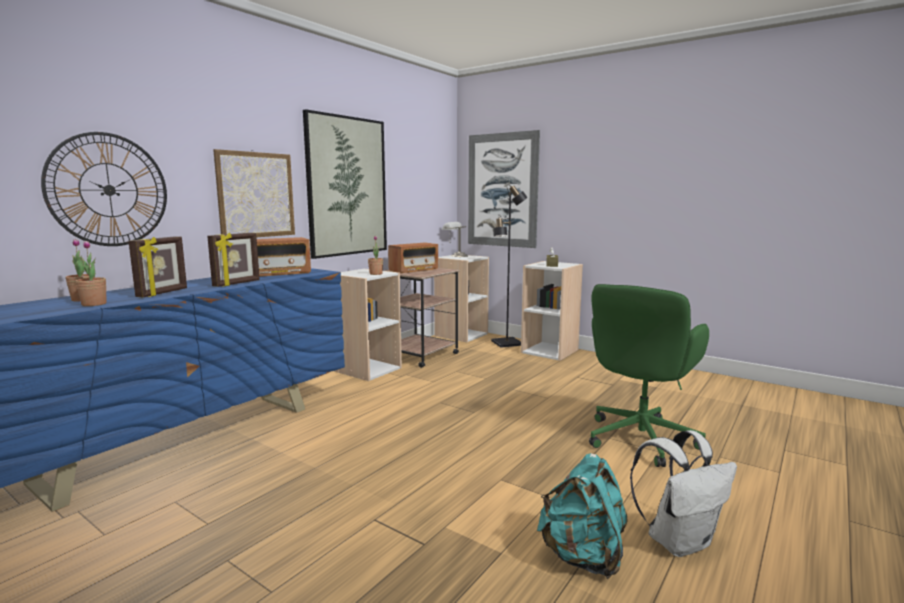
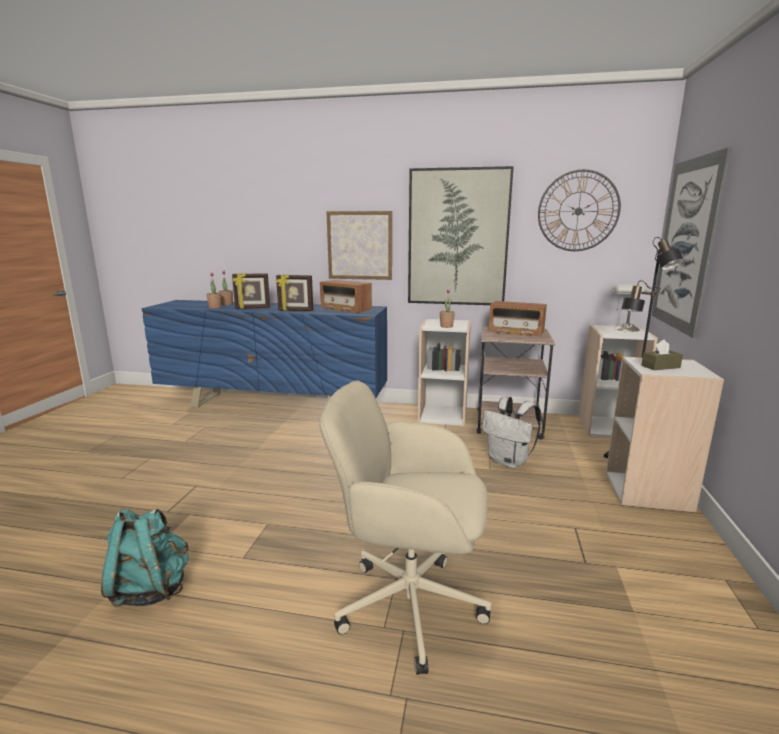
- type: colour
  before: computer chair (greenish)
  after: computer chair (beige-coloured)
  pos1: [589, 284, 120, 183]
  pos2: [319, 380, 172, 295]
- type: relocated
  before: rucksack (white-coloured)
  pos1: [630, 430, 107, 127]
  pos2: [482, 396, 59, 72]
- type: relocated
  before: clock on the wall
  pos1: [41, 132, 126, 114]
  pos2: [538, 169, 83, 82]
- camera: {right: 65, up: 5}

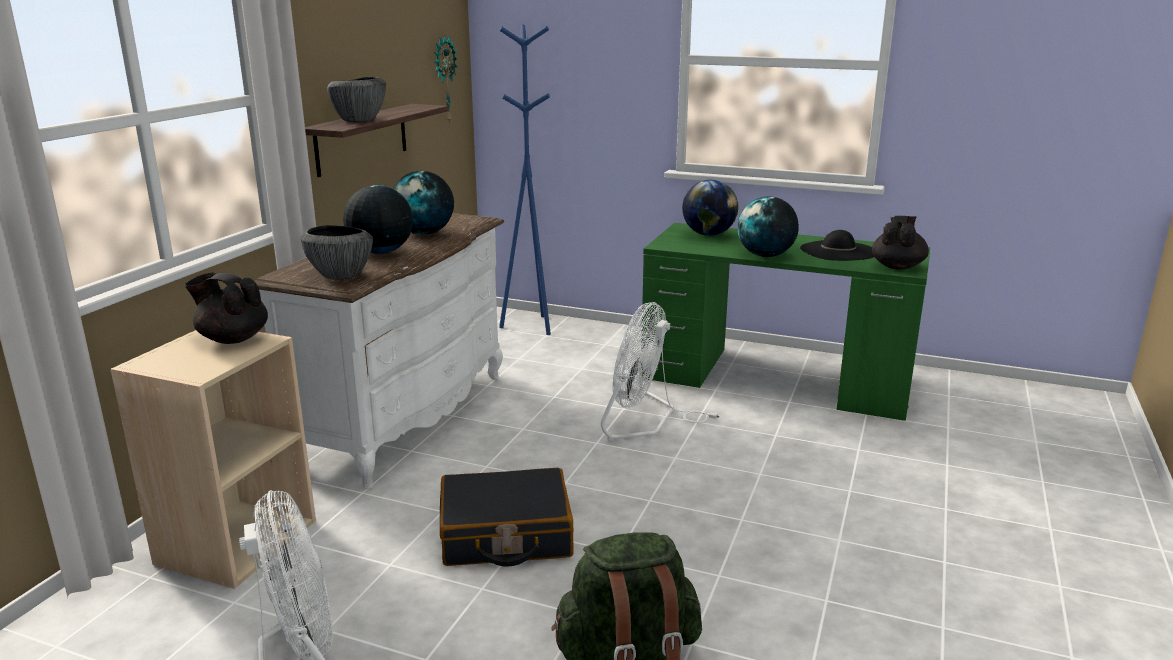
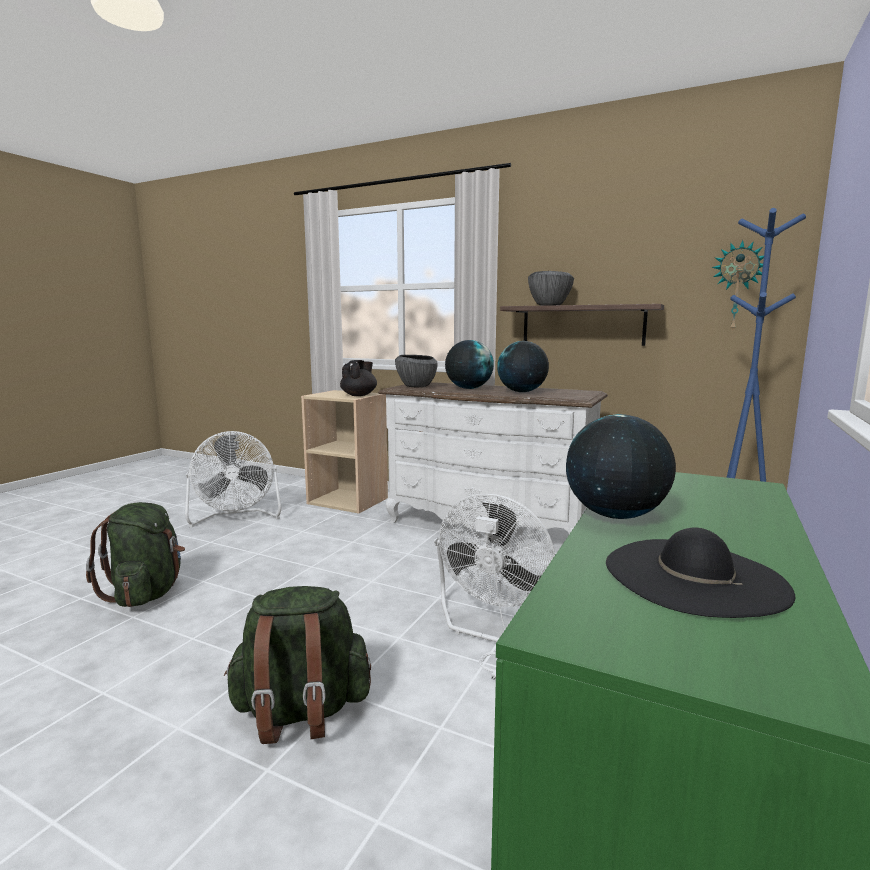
- type: appeared
  after: rucksack (greenish)
  pos2: [224, 586, 147, 158]
- type: missing
  before: piece of luggage (black-coloured)
  pos1: [440, 468, 134, 99]
- type: missing
  before: world globe
  pos1: [682, 180, 56, 56]
- type: missing
  before: tea pot (black-coloured)
  pos1: [872, 216, 57, 53]
- camera: {right: 95, up: -10}

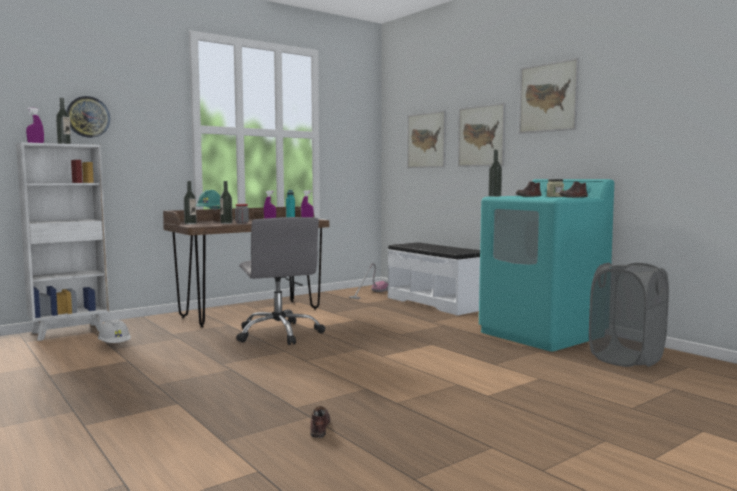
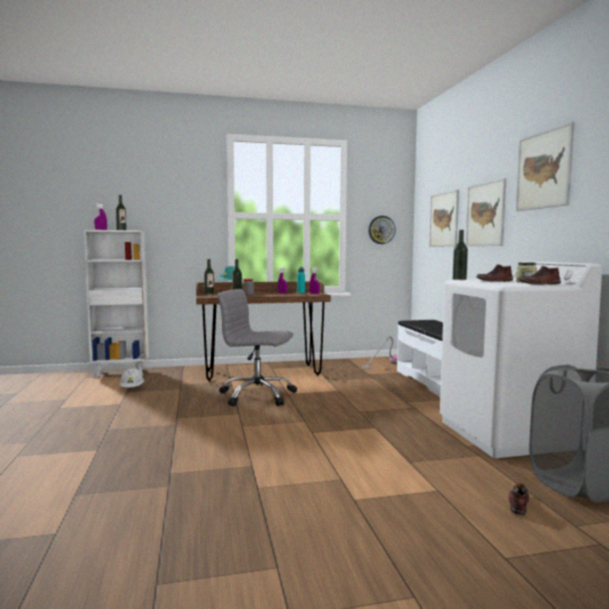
- type: spun
  before: computer chair (grey)
  pos1: [236, 217, 89, 128]
  pos2: [218, 289, 79, 117]
  turn: 105
- type: relocated
  before: clock on the wall
  pos1: [66, 96, 44, 42]
  pos2: [368, 216, 28, 28]
- type: colour
  before: laundry machine (turquoise-coloured)
  after: laundry machine (white-coloured)
  pos1: [479, 179, 135, 173]
  pos2: [440, 261, 162, 197]
- type: relocated
  before: shoe (brownish)
  pos1: [310, 406, 20, 32]
  pos2: [509, 483, 20, 33]
- camera: {right: 25, up: 0}

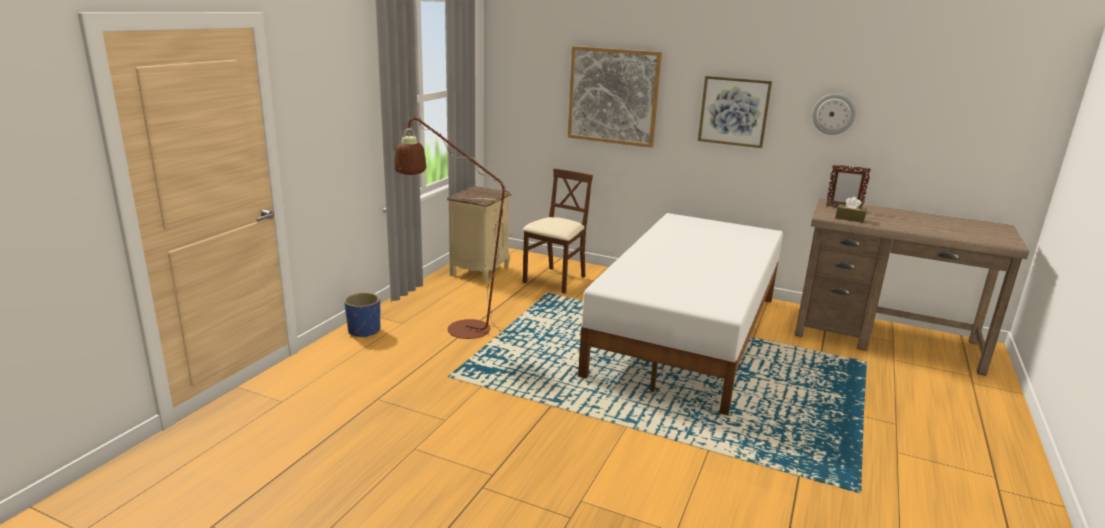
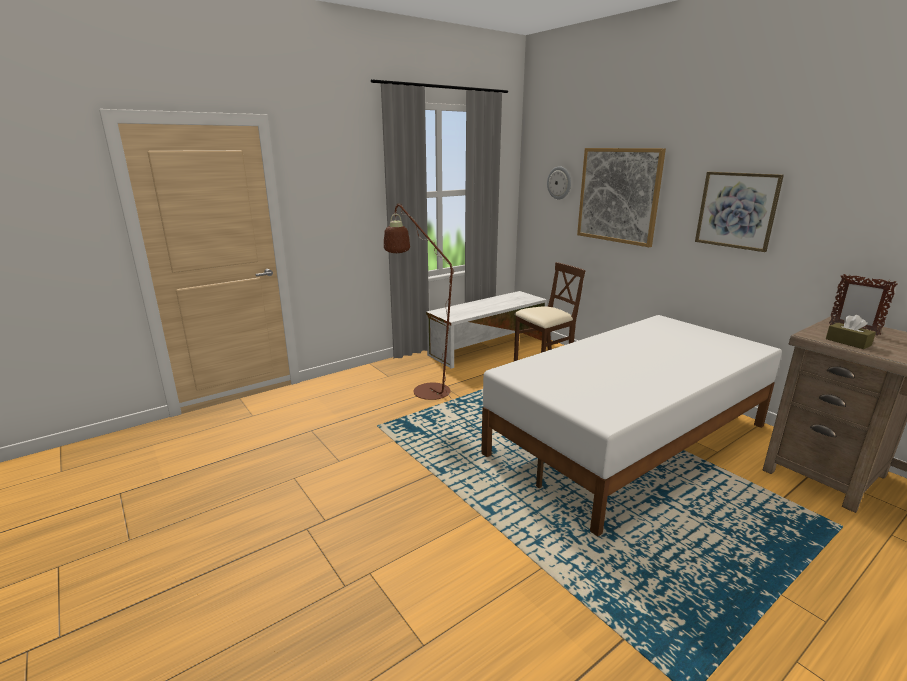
- type: exchanged
  before: bedside table (beige-coloured)
  after: bench (white-coloured)
  pos1: [447, 186, 66, 97]
  pos2: [426, 291, 121, 78]
- type: relocated
  before: clock on the wall
  pos1: [812, 94, 44, 41]
  pos2: [547, 166, 24, 33]
- type: missing
  before: plant pot (blue-coloured)
  pos1: [344, 292, 36, 46]
- camera: {right: 30, up: 0}

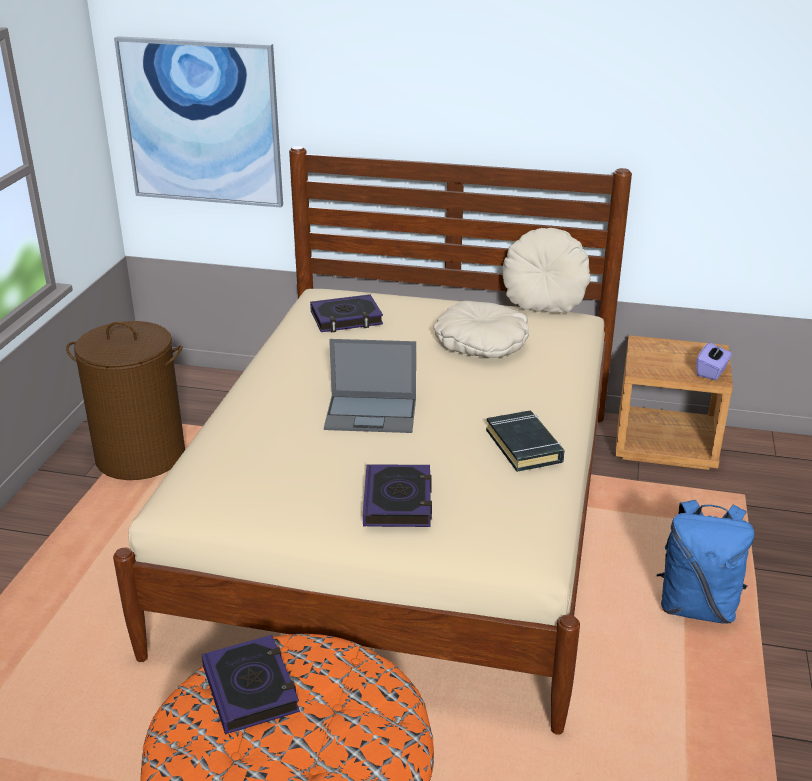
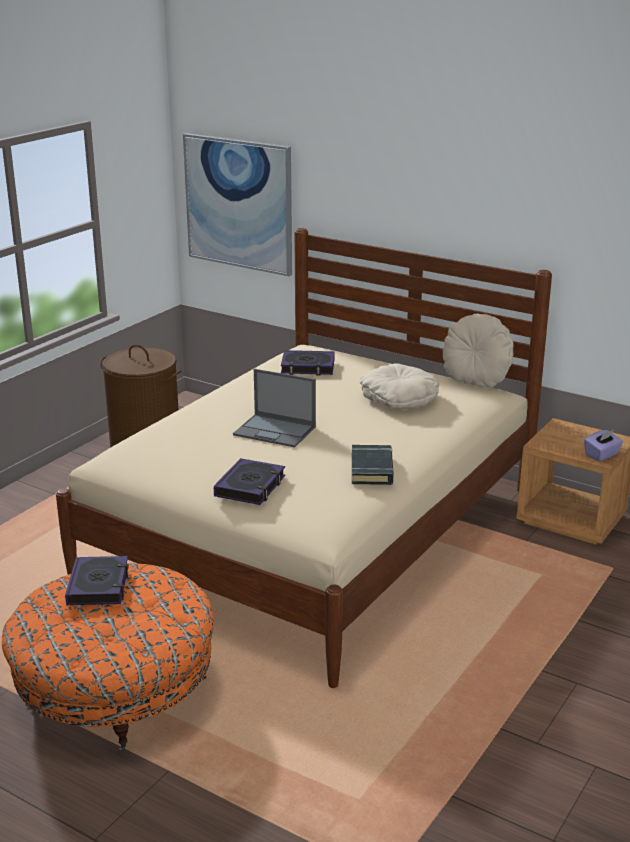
- type: missing
  before: rucksack (blue-coloured)
  pos1: [657, 500, 97, 124]
- camera: {right: 20, up: -5}

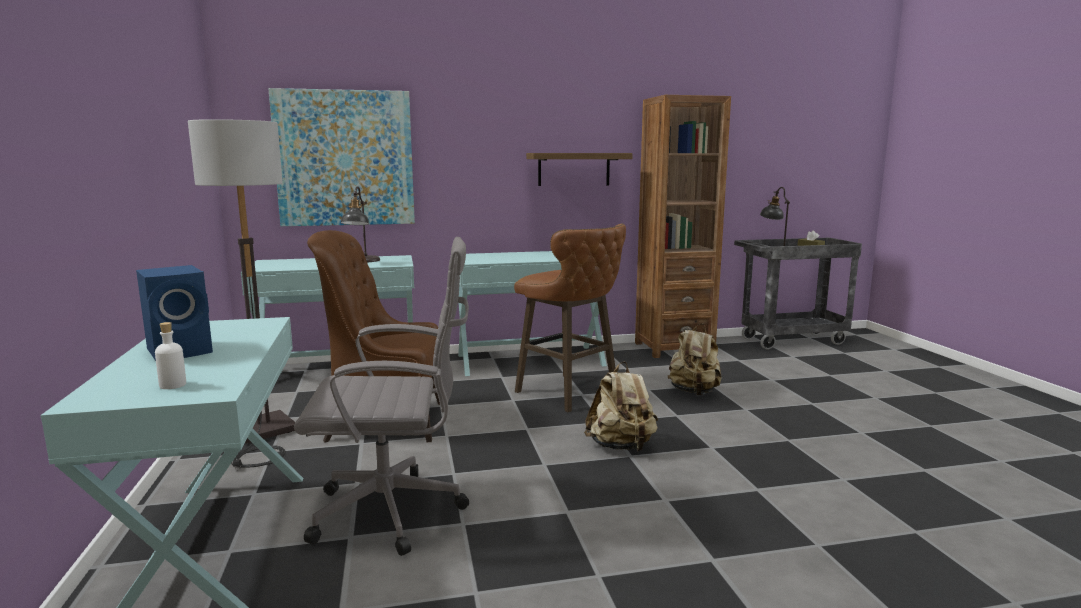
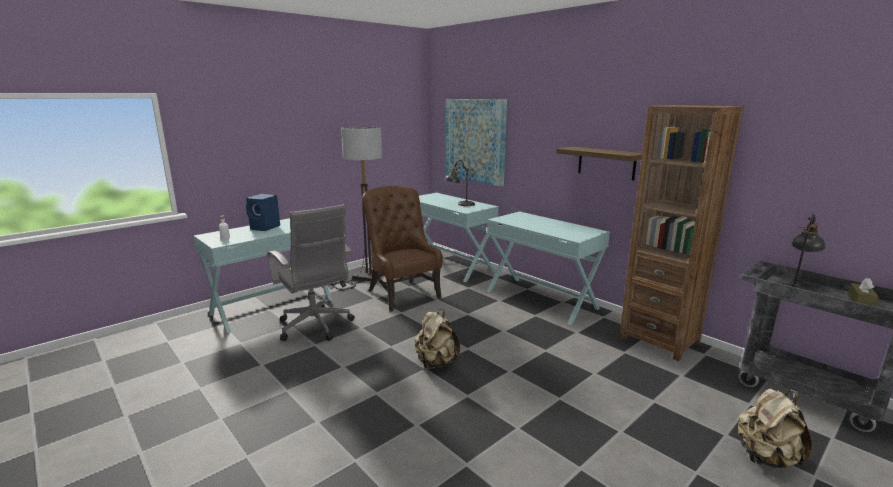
- type: relocated
  before: rucksack (beige-coloured)
  pos1: [668, 323, 54, 72]
  pos2: [738, 388, 74, 80]
- type: missing
  before: sitting stool (brownish)
  pos1: [514, 223, 112, 189]
- camera: {right: 60, up: 5}

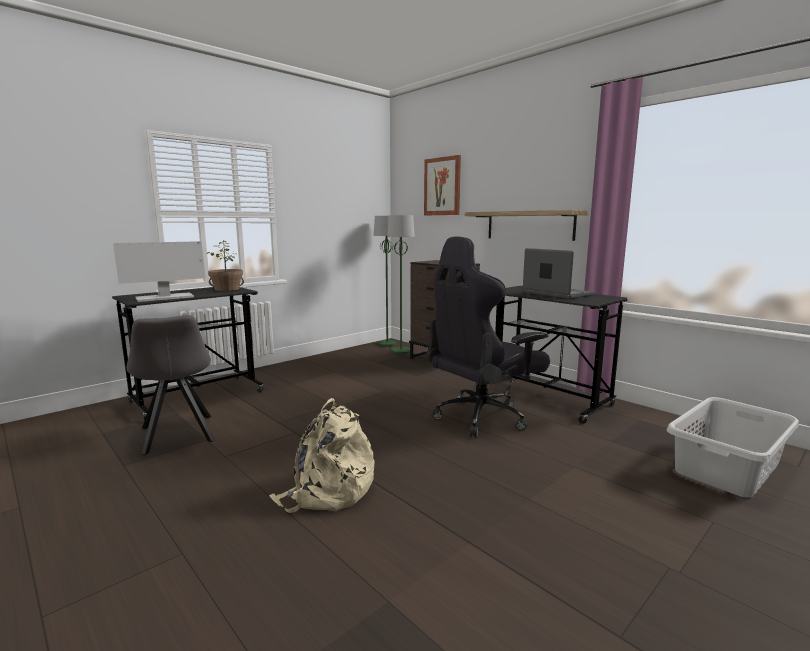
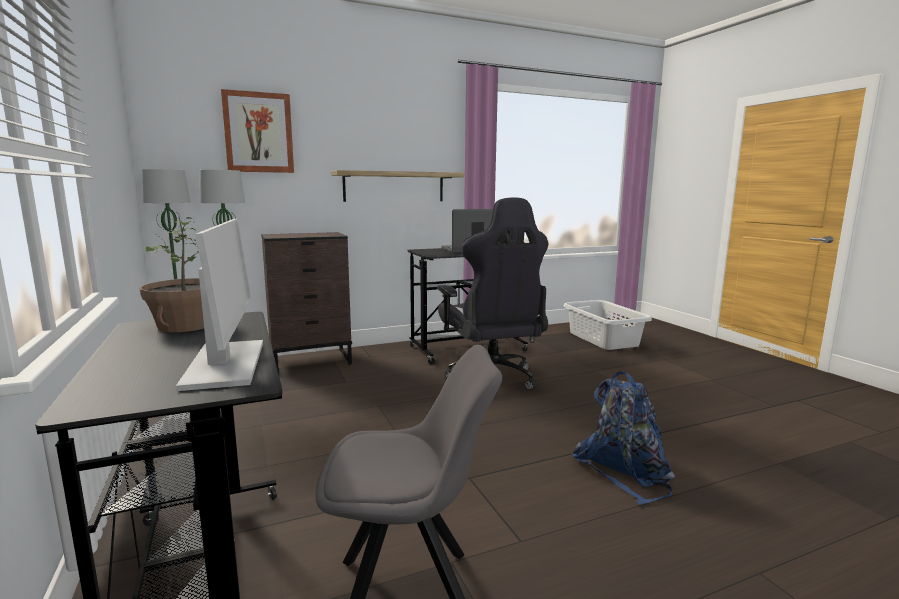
- type: colour
  before: rucksack (beige-coloured)
  after: rucksack (blue-coloured)
  pos1: [269, 398, 105, 115]
  pos2: [572, 371, 103, 134]
- camera: {right: -70, up: 0}

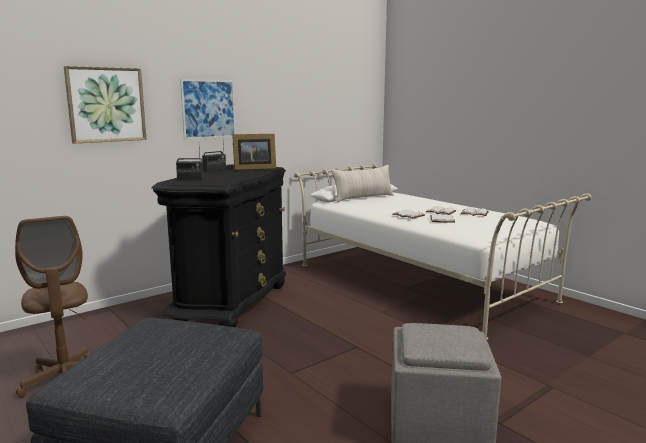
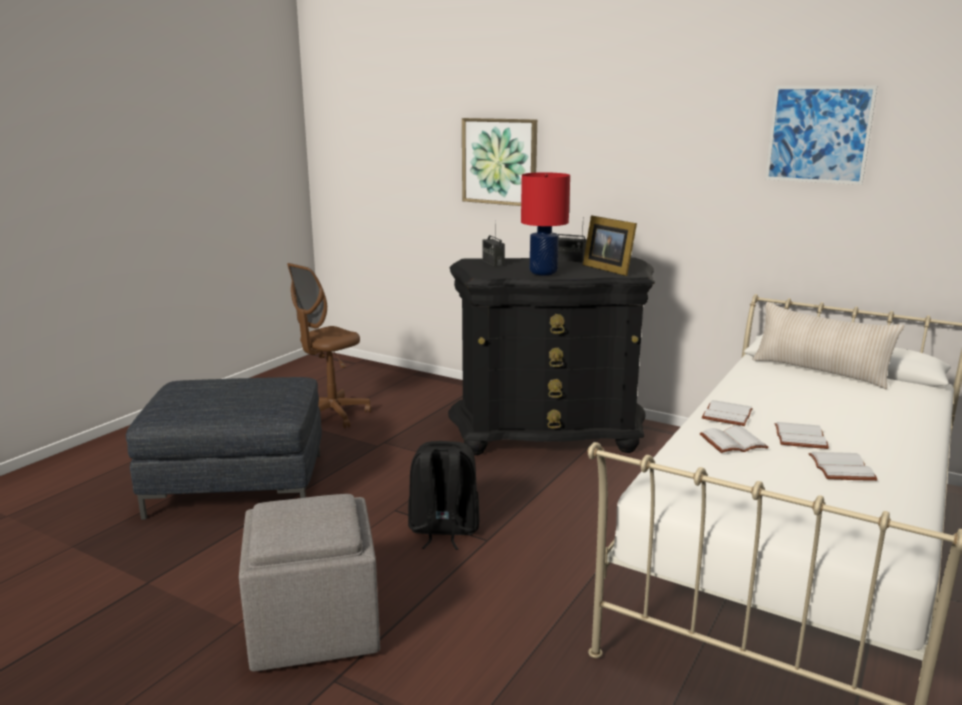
- type: appeared
  after: rucksack (black-coloured)
  pos2: [408, 441, 72, 109]
- type: appeared
  after: table lamp (red)
  pos2: [521, 172, 49, 104]
- type: relocated
  before: picture
  pos1: [180, 79, 56, 61]
  pos2: [765, 86, 112, 99]
- camera: {right: 70, up: 5}

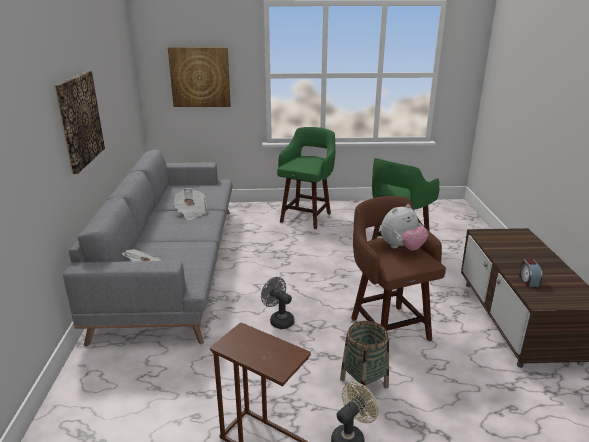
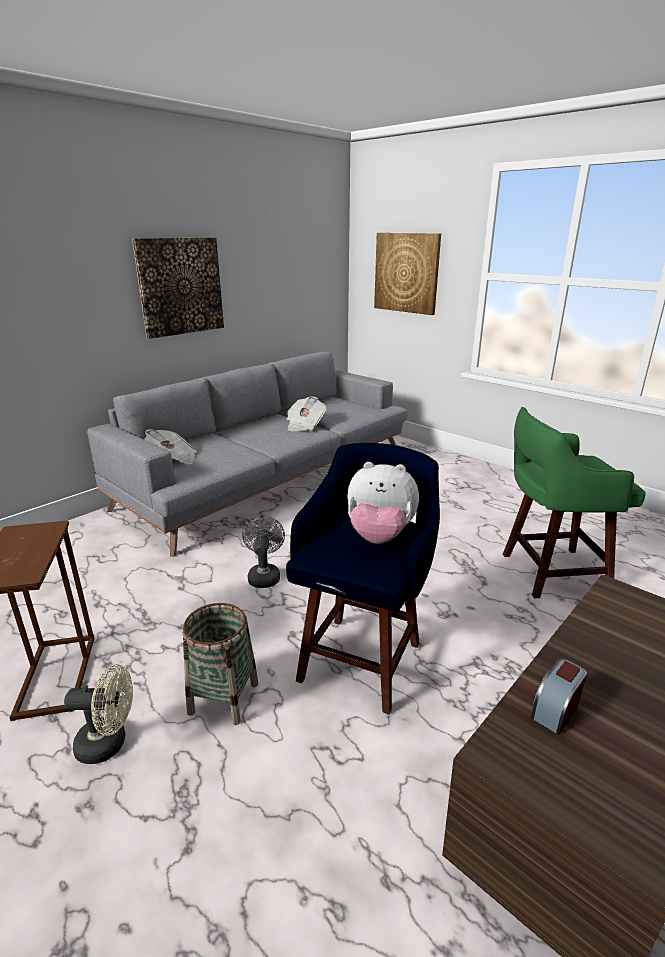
- type: colour
  before: sitting stool (brownish)
  after: sitting stool (blue-coloured)
  pos1: [351, 196, 95, 145]
  pos2: [286, 443, 154, 271]
- type: missing
  before: sitting stool (greenish)
  pos1: [277, 127, 58, 102]
- camera: {right: 45, up: 0}

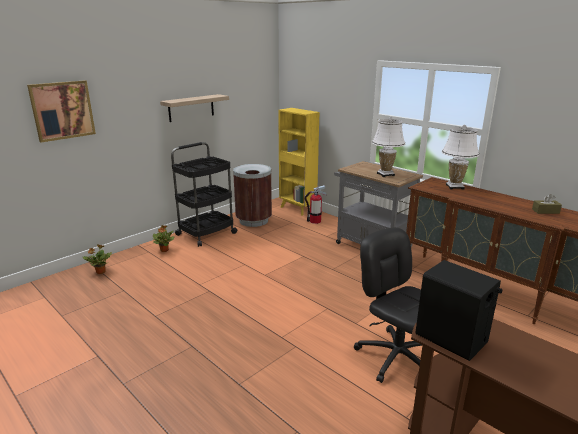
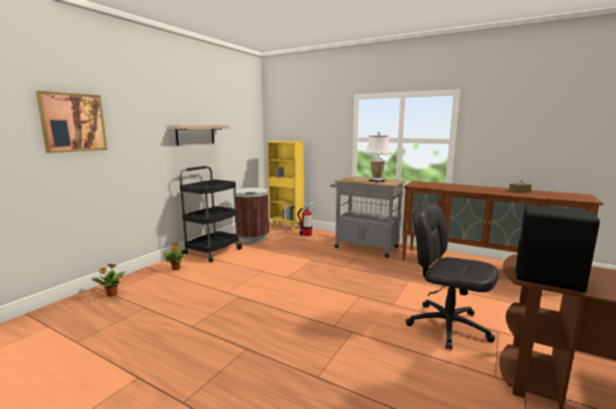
- type: missing
  before: table lamp (white-coloured)
  pos1: [441, 125, 38, 65]
- camera: {right: -15, up: -10}

